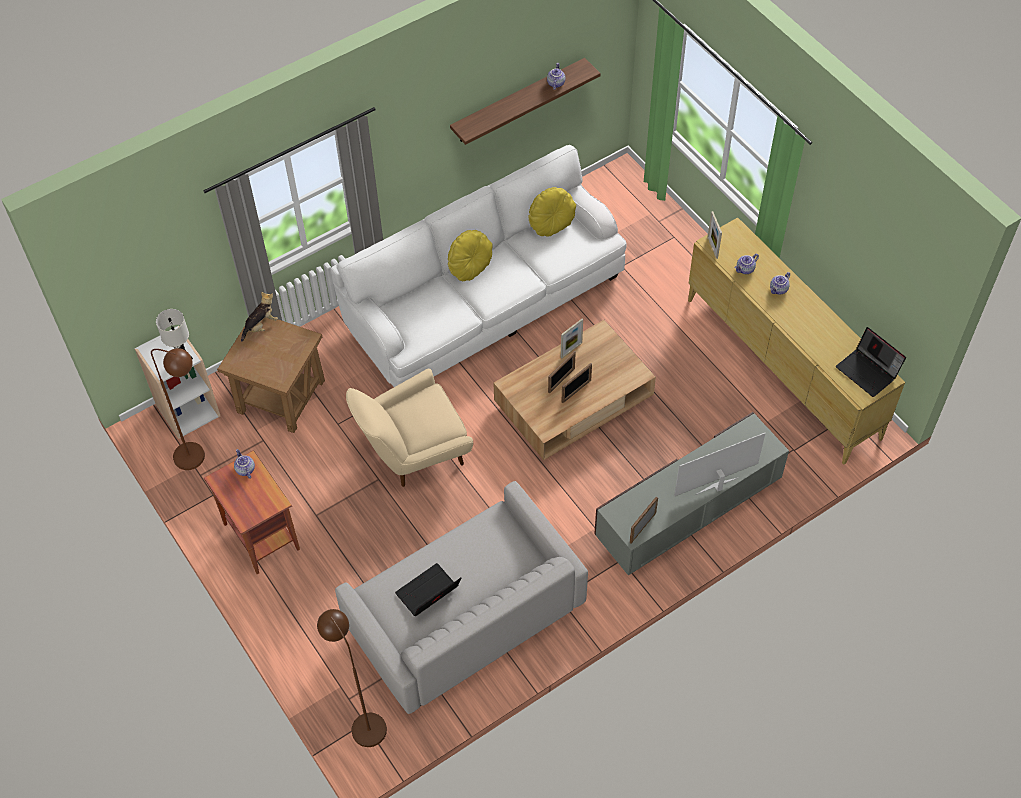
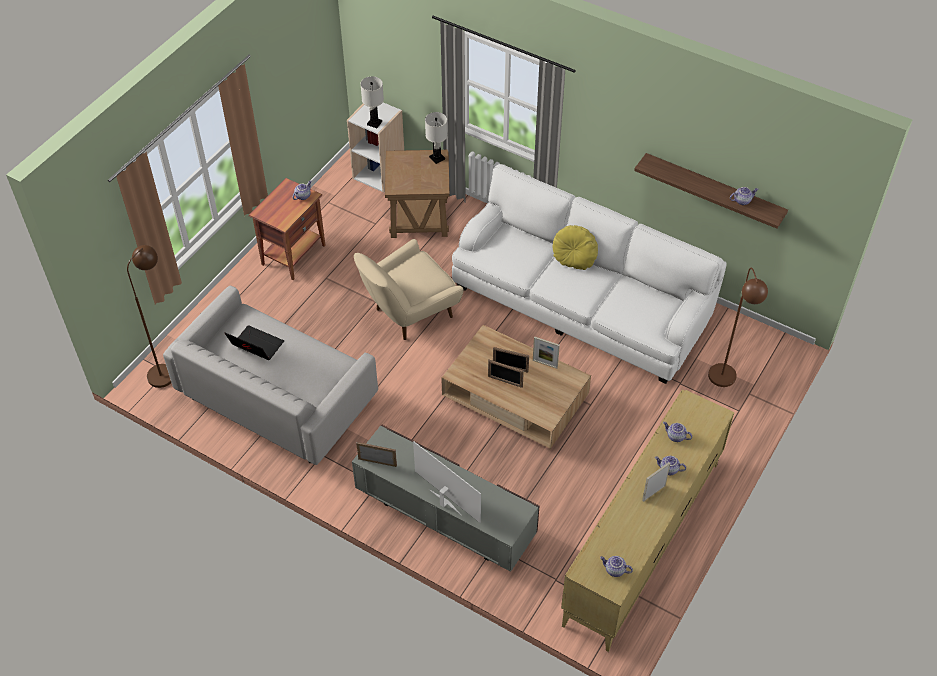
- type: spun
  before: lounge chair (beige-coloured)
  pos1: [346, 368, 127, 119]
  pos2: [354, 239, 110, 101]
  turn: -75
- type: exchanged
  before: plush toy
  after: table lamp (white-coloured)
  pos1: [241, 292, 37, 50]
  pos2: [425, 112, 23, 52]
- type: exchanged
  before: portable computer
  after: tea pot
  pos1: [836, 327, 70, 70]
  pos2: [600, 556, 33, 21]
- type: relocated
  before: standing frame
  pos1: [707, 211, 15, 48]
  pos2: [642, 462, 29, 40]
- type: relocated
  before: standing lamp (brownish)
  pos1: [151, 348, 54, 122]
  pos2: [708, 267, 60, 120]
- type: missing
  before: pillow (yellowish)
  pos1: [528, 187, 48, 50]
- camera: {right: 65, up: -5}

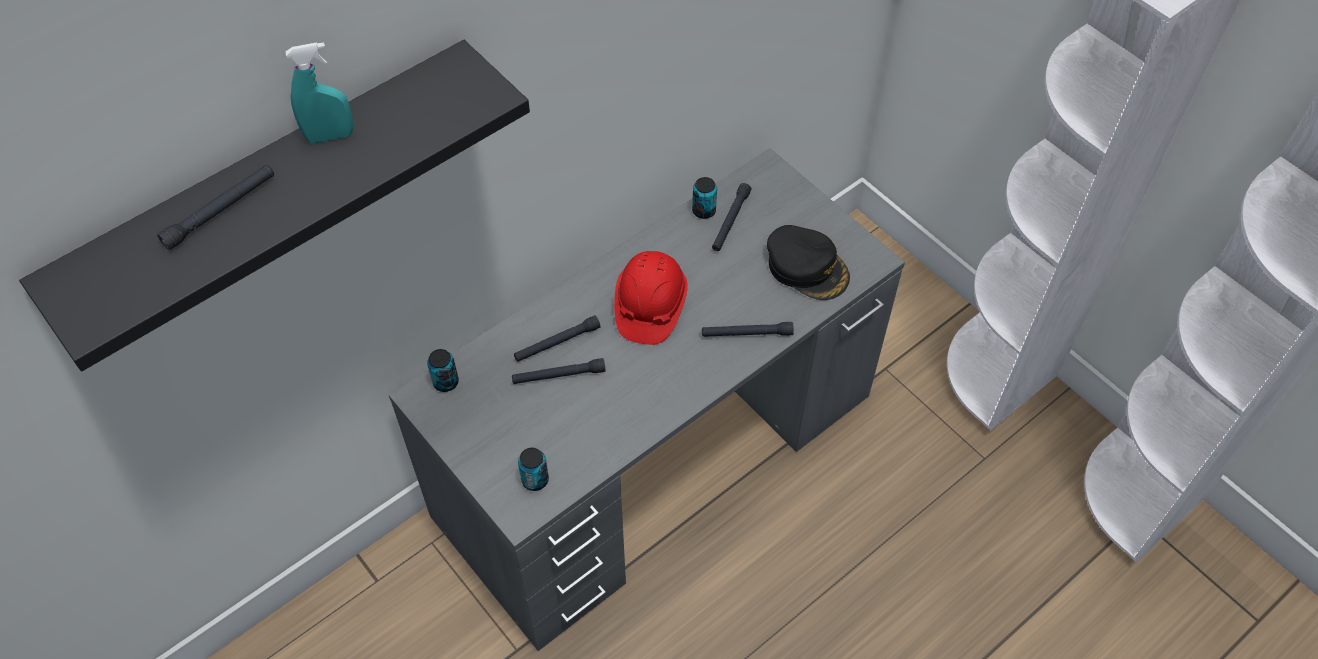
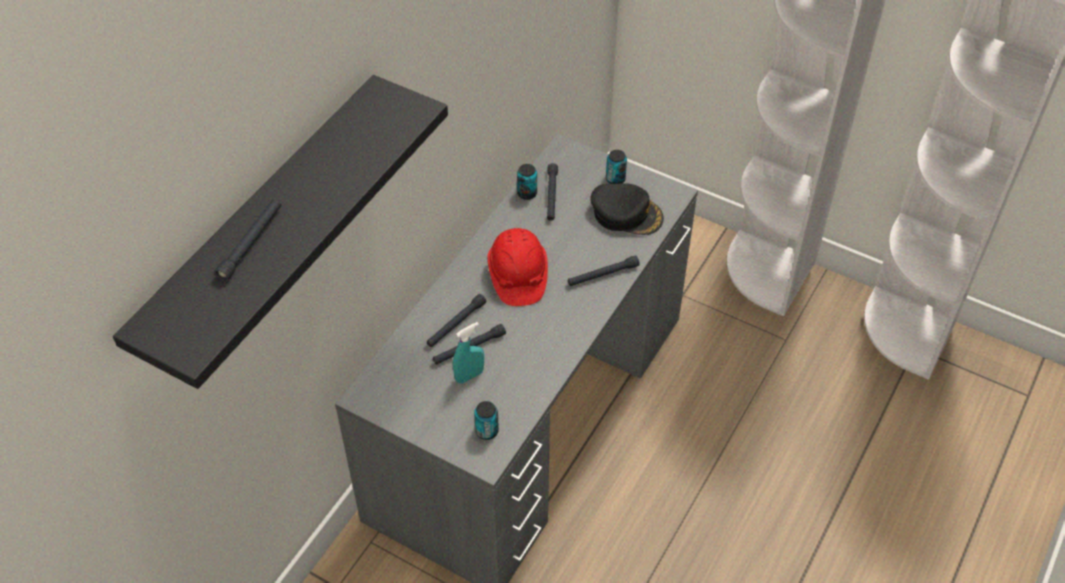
- type: relocated
  before: hand sprayer (turquoise-coloured)
  pos1: [286, 42, 67, 101]
  pos2: [453, 322, 32, 62]
- type: relocated
  before: metal can
  pos1: [427, 349, 32, 43]
  pos2: [606, 150, 21, 34]
- camera: {right: -20, up: -5}

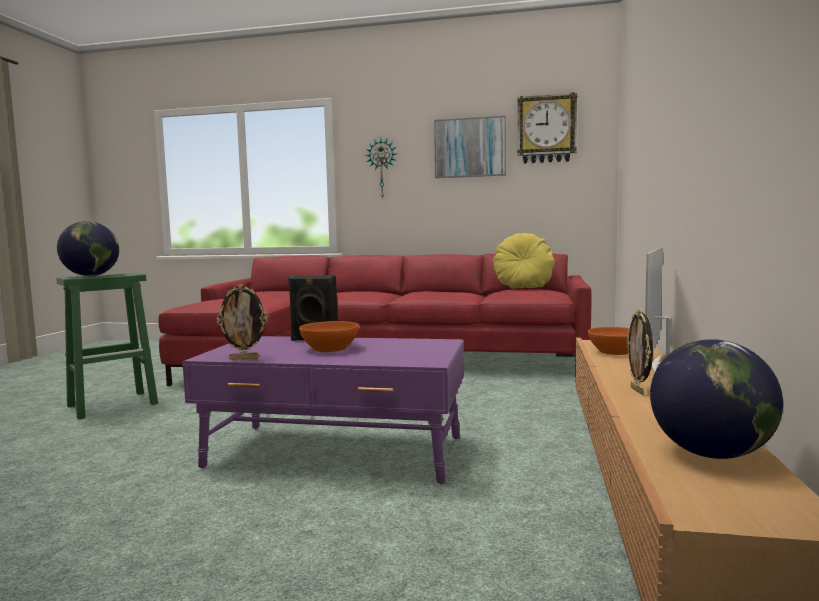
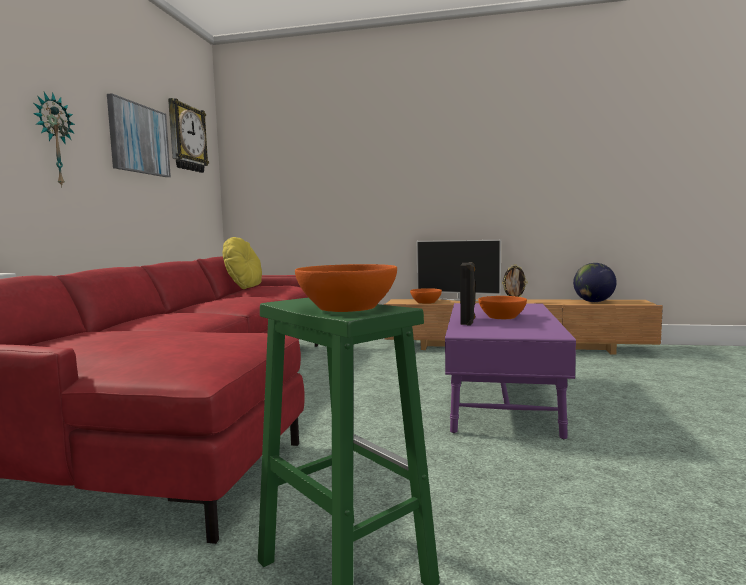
- type: exchanged
  before: world globe
  after: deep dish (orange)
  pos1: [57, 221, 62, 55]
  pos2: [295, 264, 102, 48]
- type: missing
  before: standing frame
  pos1: [216, 284, 52, 76]
- camera: {right: -90, up: 0}

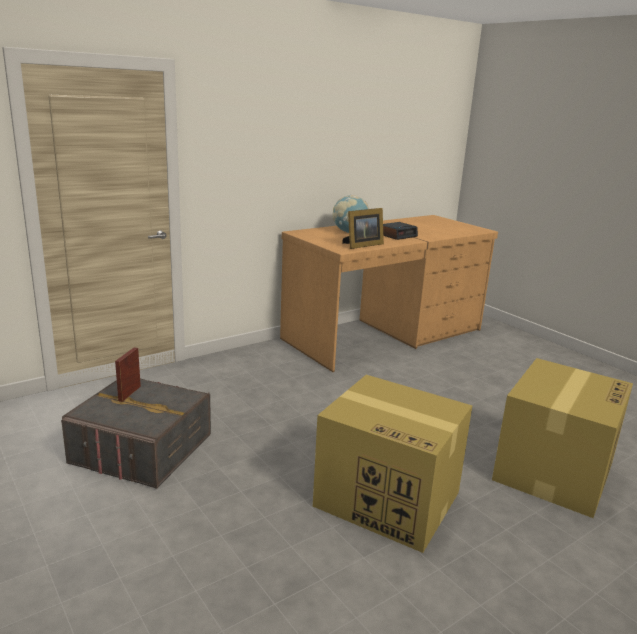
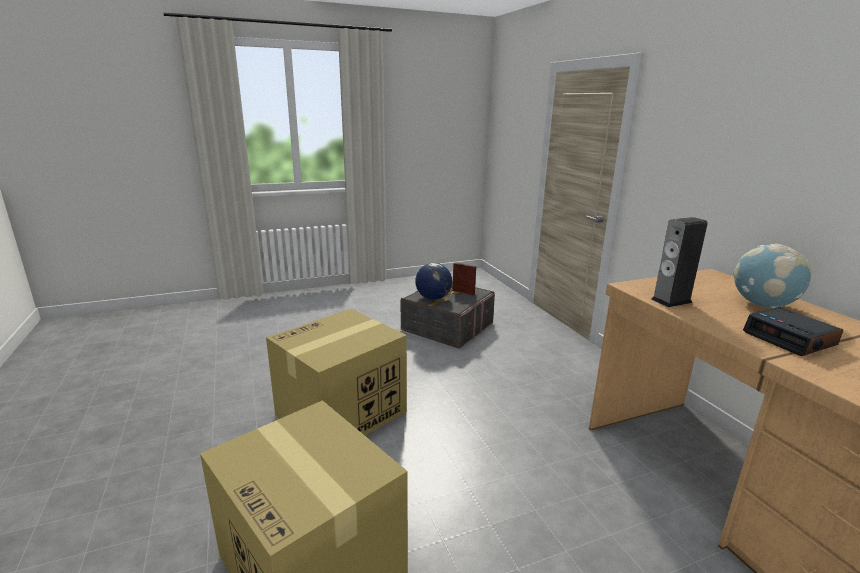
- type: appeared
  after: world globe
  pos2: [415, 263, 37, 37]
- type: exchanged
  before: standing frame
  after: loudspeaker
  pos1: [342, 208, 42, 41]
  pos2: [651, 217, 57, 90]
- camera: {right: 105, up: 0}

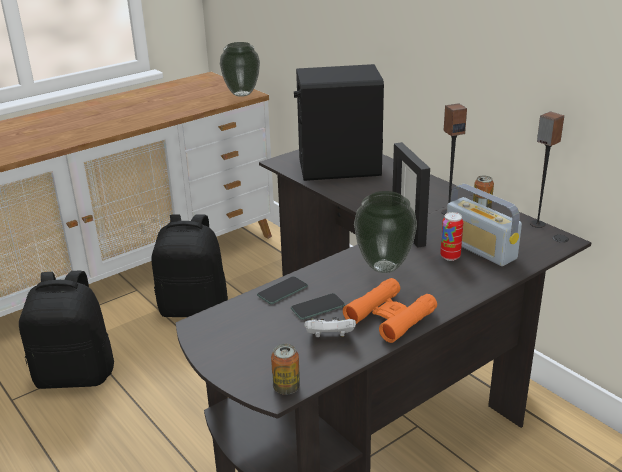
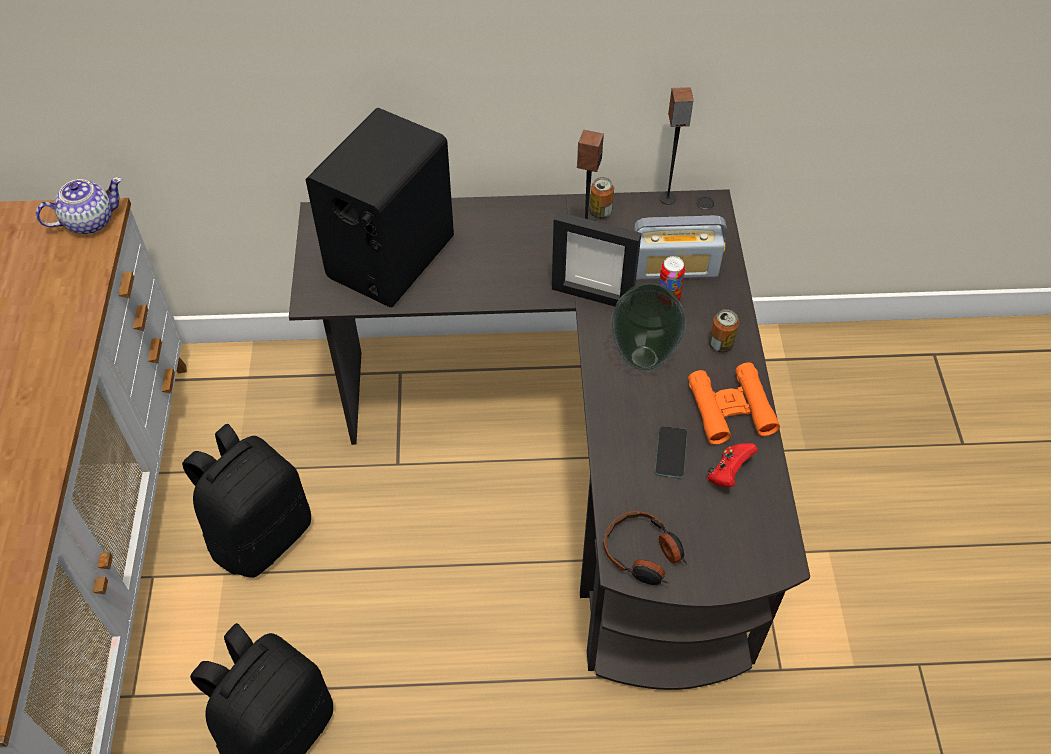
- type: exchanged
  before: decorative vase
  after: tea pot
  pos1: [220, 42, 40, 55]
  pos2: [36, 177, 86, 57]
- type: appeared
  after: pair of headphones
  pos2: [604, 511, 83, 74]
- type: colour
  before: game controller (white-coloured)
  after: game controller (red)
  pos1: [304, 317, 52, 20]
  pos2: [707, 443, 51, 44]
- type: relocated
  before: metal can
  pos1: [271, 344, 29, 51]
  pos2: [709, 309, 30, 44]
- type: missing
  before: telephone
  pos1: [257, 276, 51, 28]
- camera: {right: -55, up: 25}

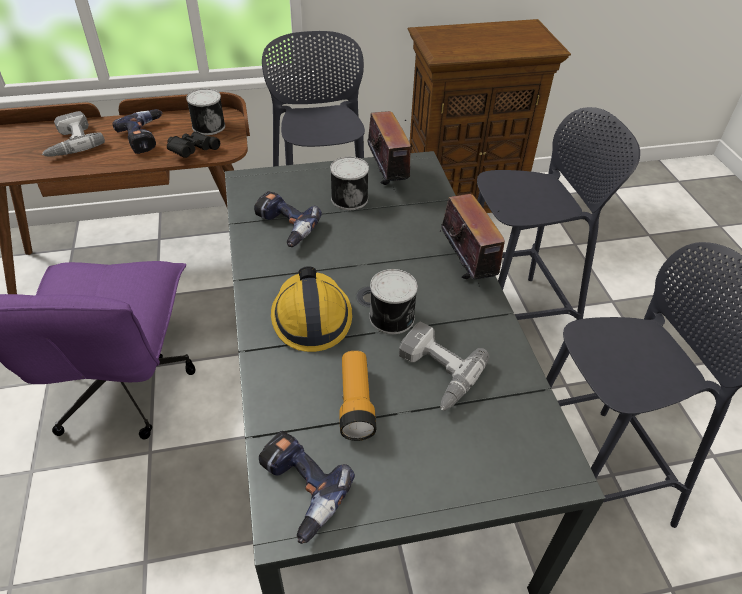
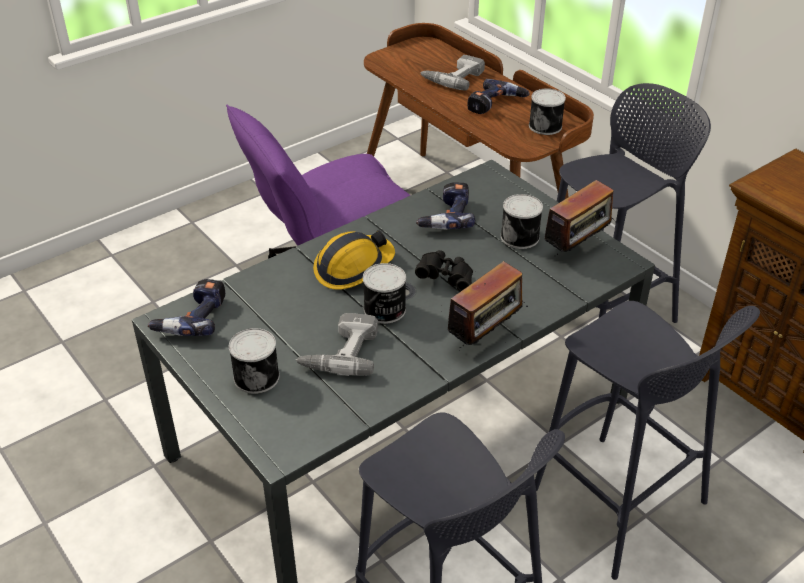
- type: appeared
  after: metal can
  pos2: [229, 328, 51, 66]
- type: relocated
  before: binoculars (black-coloured)
  pos1: [167, 131, 53, 27]
  pos2: [415, 250, 58, 42]
- type: missing
  before: torch
  pos1: [339, 351, 37, 90]
- camera: {right: 65, up: -5}

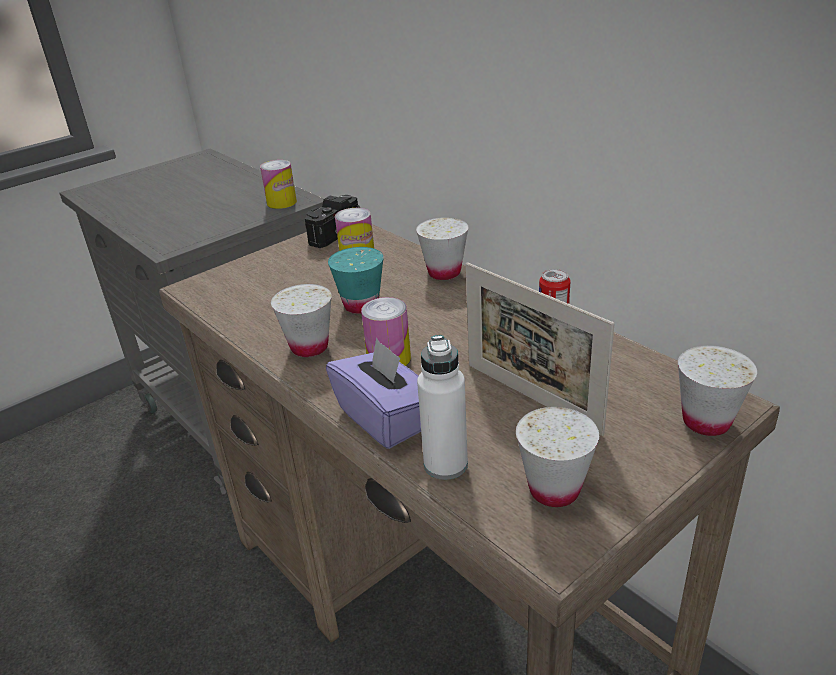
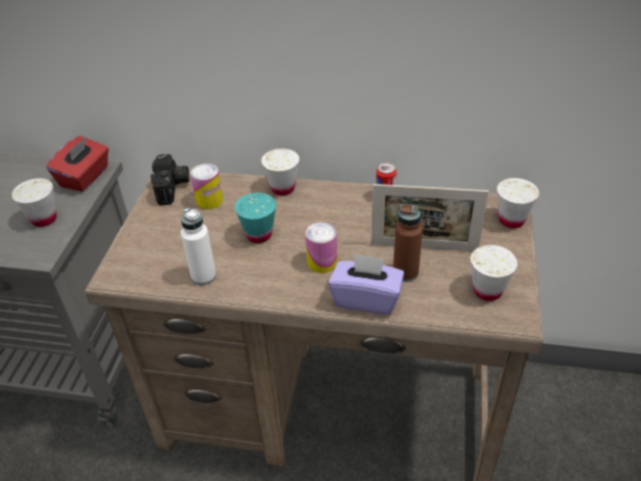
- type: relocated
  before: small cup (white-coloured)
  pos1: [271, 284, 61, 73]
  pos2: [12, 178, 45, 49]
- type: exchanged
  before: metal can
  after: tissue box (red)
  pos1: [260, 160, 37, 49]
  pos2: [47, 136, 62, 56]
- type: relocated
  before: drink bottle (white-coloured)
  pos1: [417, 335, 51, 145]
  pos2: [181, 208, 35, 77]
- type: appeared
  after: drink bottle (brownish)
  pos2: [393, 204, 30, 78]
- camera: {right: -40, up: 10}

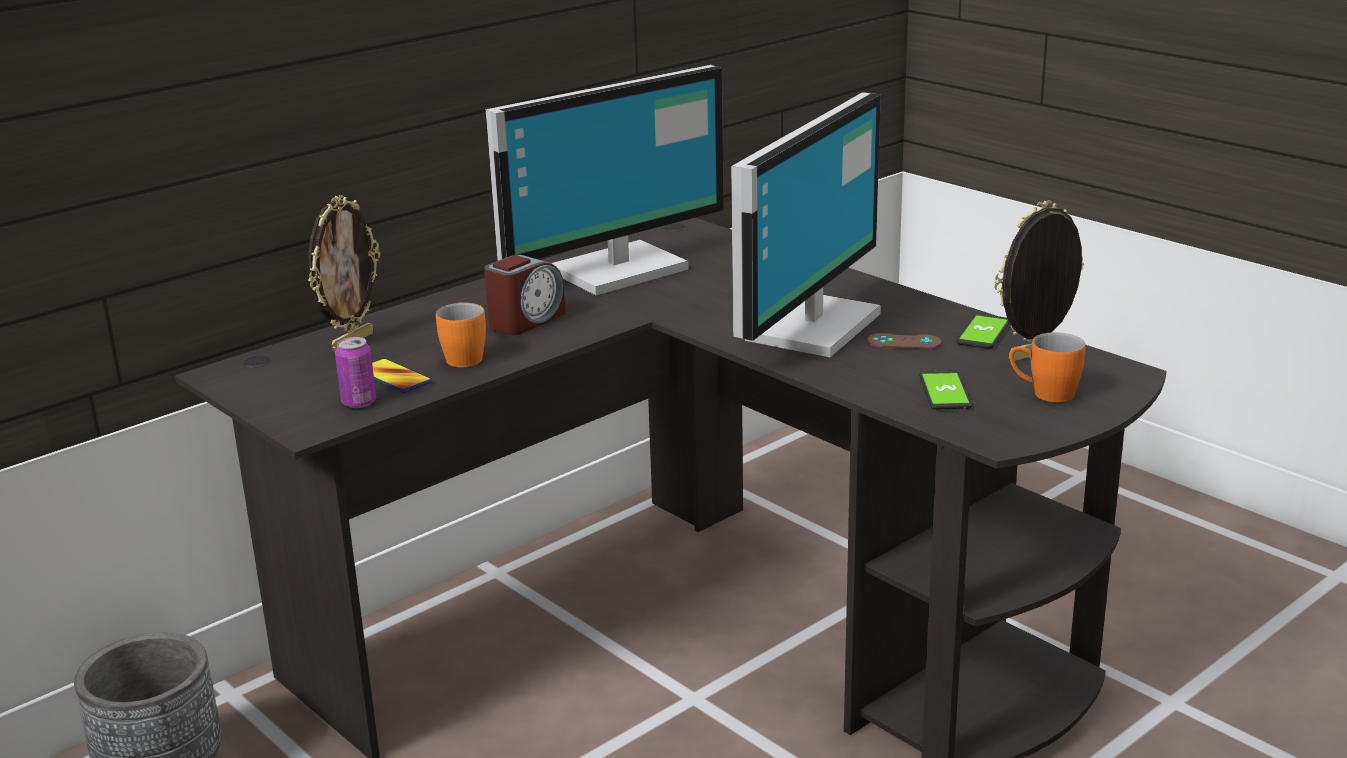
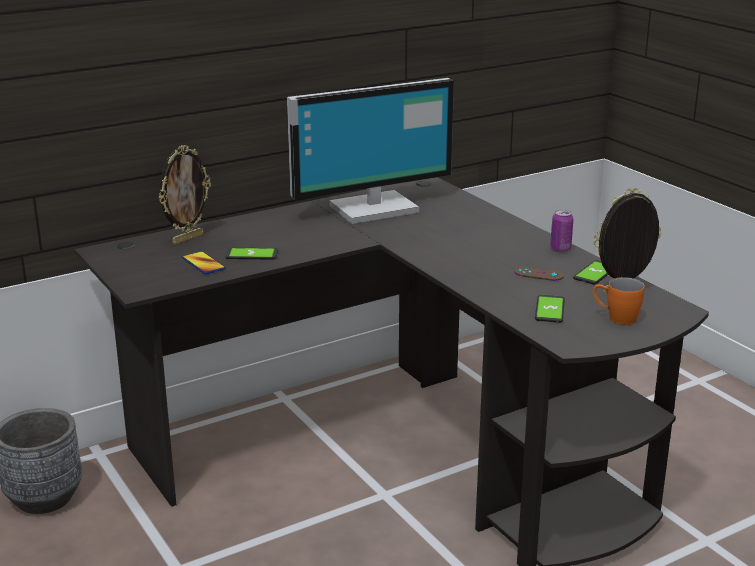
- type: exchanged
  before: tea mug (orange)
  after: telephone
  pos1: [436, 303, 50, 64]
  pos2: [226, 248, 52, 12]
- type: relocated
  before: metal can
  pos1: [335, 337, 41, 71]
  pos2: [550, 210, 24, 42]
- type: missing
  before: alarm clock
  pos1: [484, 254, 82, 81]
- type: missing
  before: computer display
  pos1: [731, 92, 150, 265]
- camera: {right: 10, up: 0}

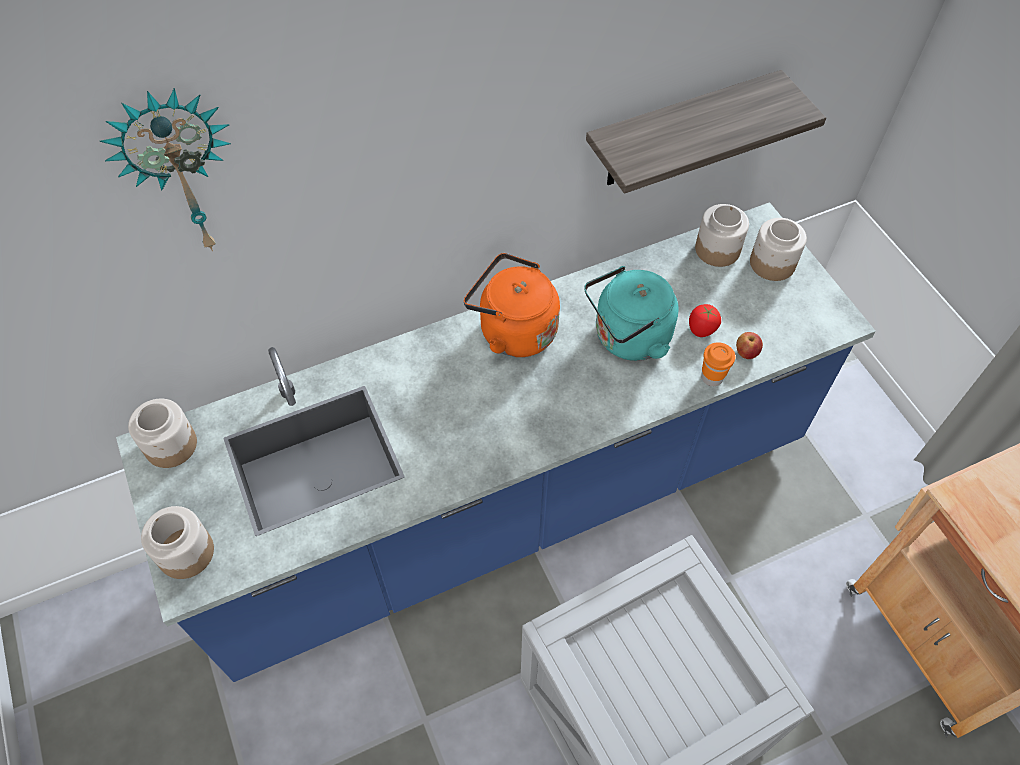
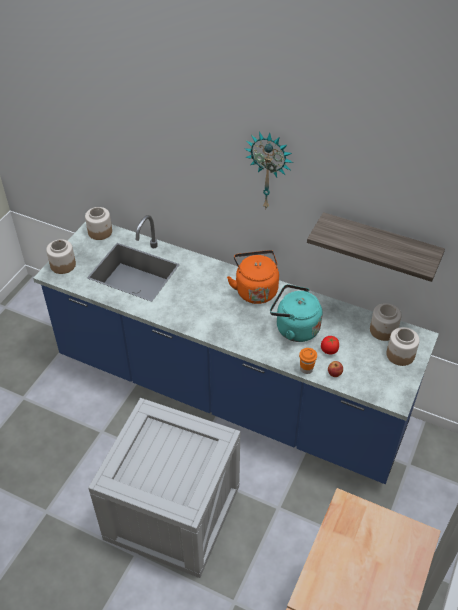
- type: relocated
  before: clock on the wall
  pos1: [100, 88, 131, 163]
  pos2: [244, 131, 49, 77]
- camera: {right: 50, up: -10}

